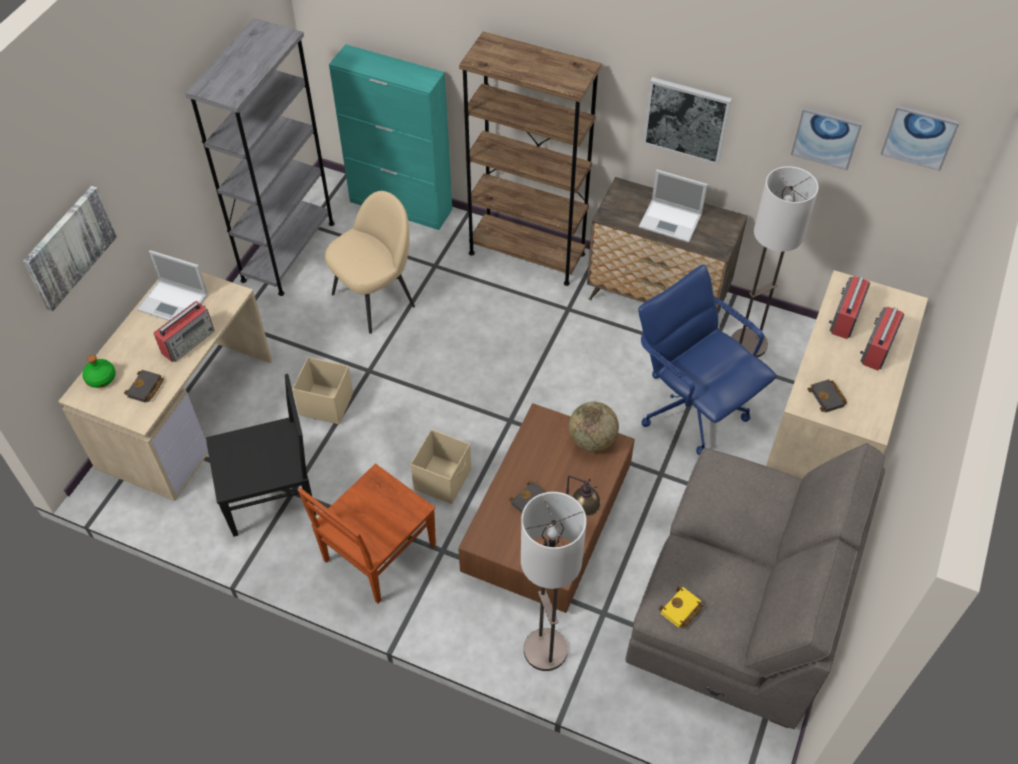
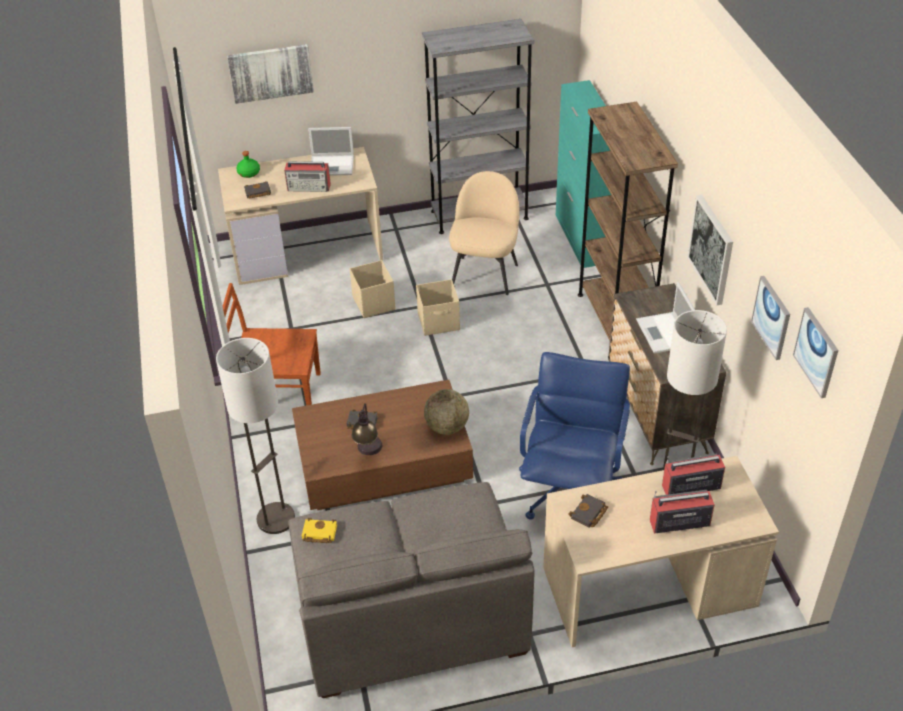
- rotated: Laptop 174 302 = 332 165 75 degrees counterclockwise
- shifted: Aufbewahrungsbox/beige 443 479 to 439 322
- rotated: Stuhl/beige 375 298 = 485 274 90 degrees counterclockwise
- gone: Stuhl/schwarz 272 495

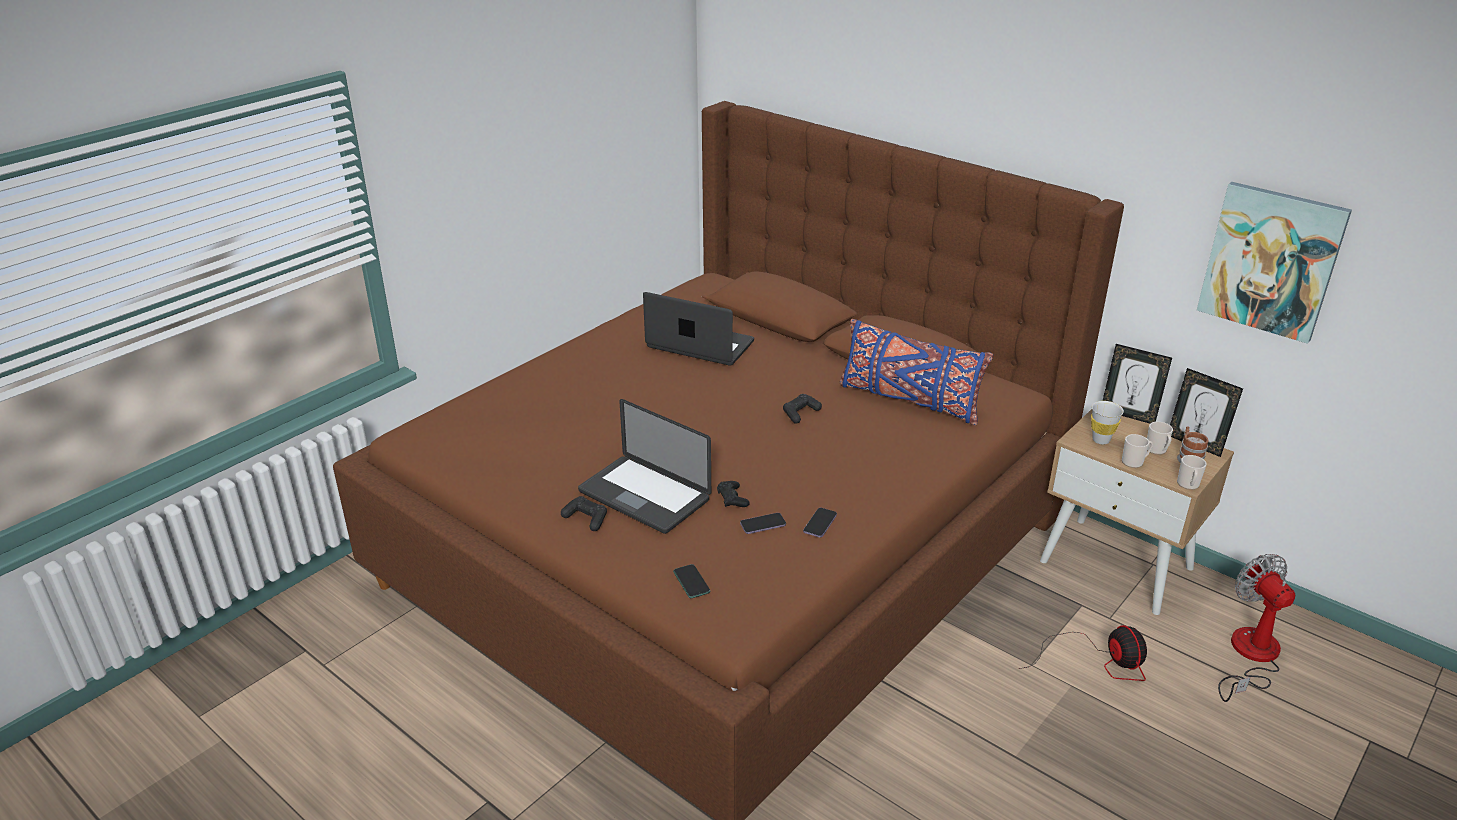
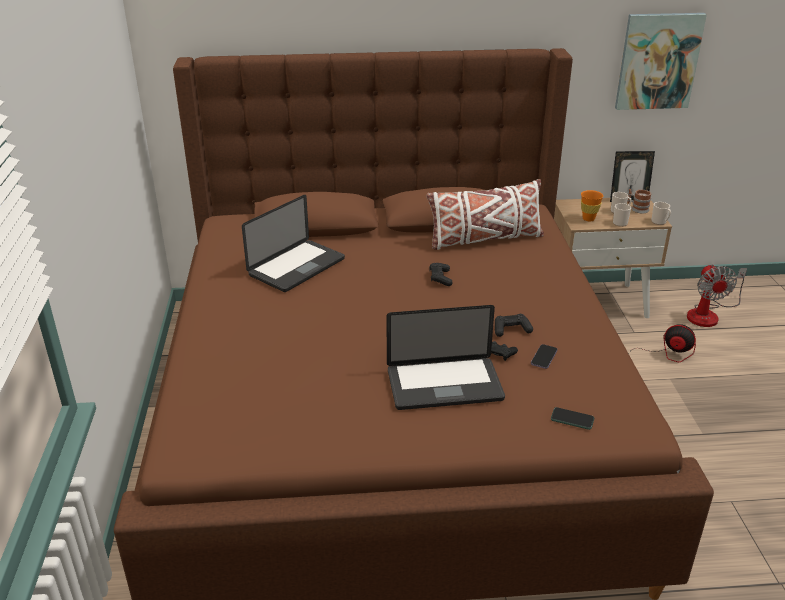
- rotated: Laptop 700 345 = 297 267 150 degrees clockwise
- repainted: Kissen/blau 909 400 to Kissen/weiß 484 239
- shifted: Gamepad/schwarz 586 519 to 511 330
- repainted: Tasse/weiß 1101 440 to Tasse/orange 588 219
- rotated: Ventilator 1250 656 = 708 314 120 degrees counterclockwise
- gone: Handy 820 524
- gone: Bilderrahmen 1128 415

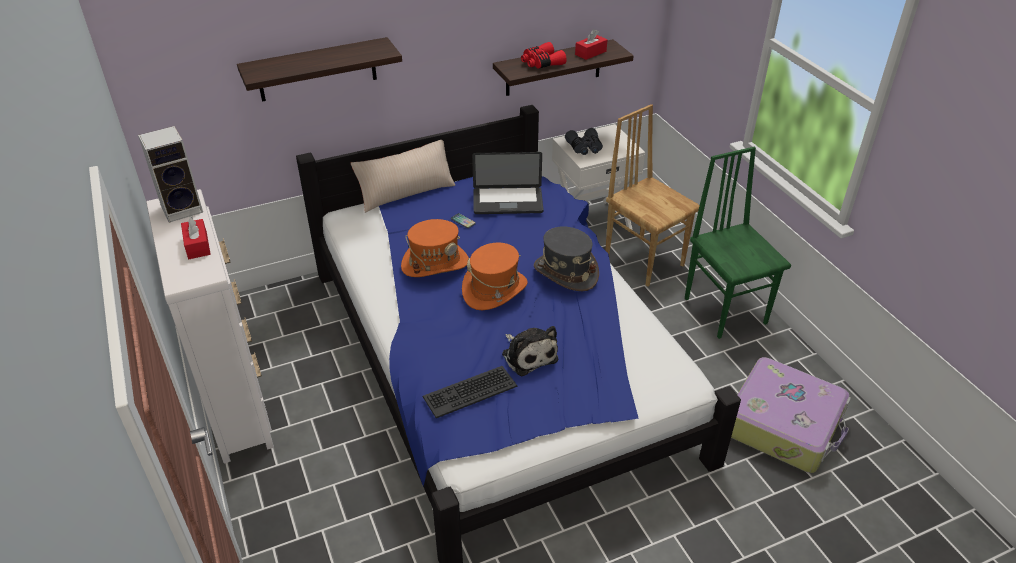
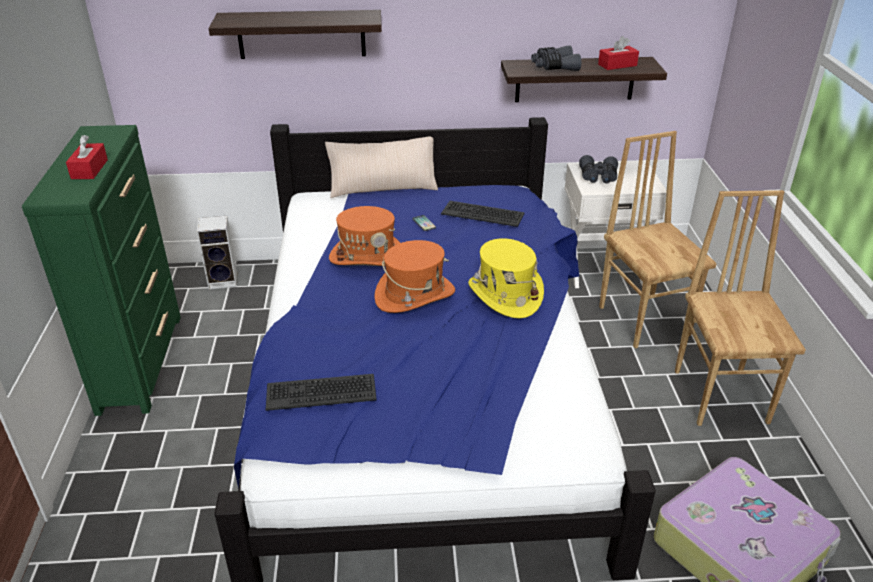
- repainted: Kommode/weiß 236 403 to Kommode/grün 141 361
- shifted: Lautsprecher 183 208 to 224 280
- swapped: Laptop 507 202 to Tastatur 483 214
- repainted: Hut/grau 565 272 to Hut/gelb 505 295
- repainted: Fernglas/rot 541 63 to Fernglas/grau 554 67
- repainted: Stuhl/grün 726 310 to Stuhl/braun 722 395
- gone: Plüschtier 528 355

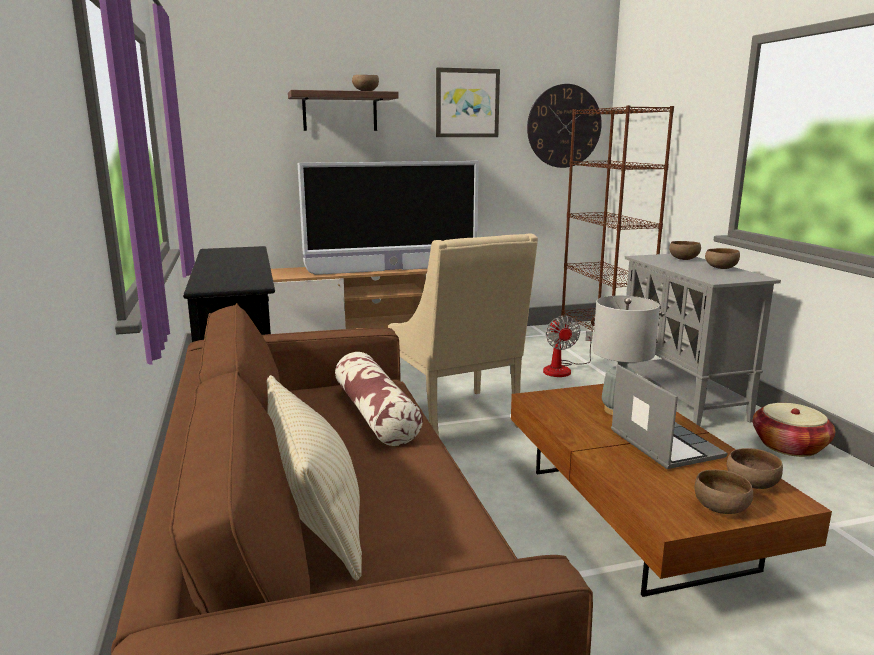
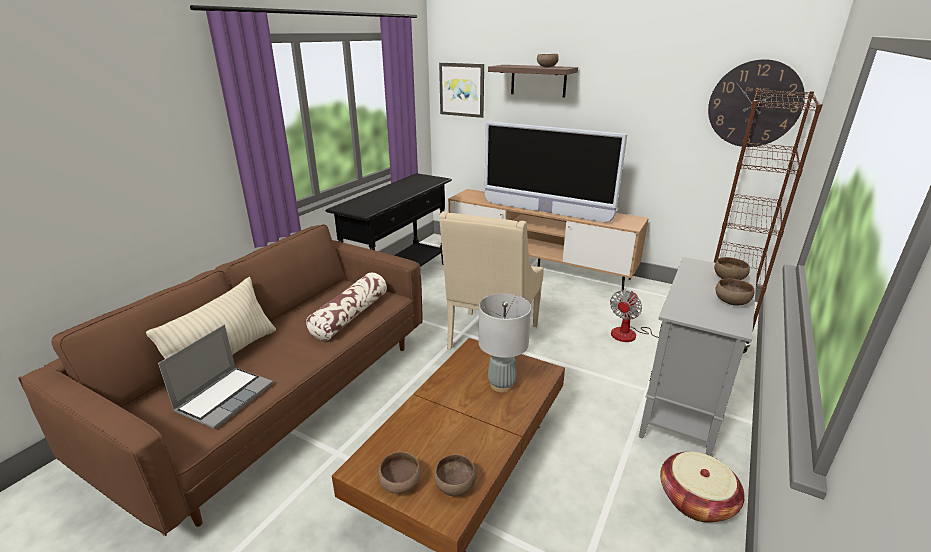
- shifted: Laptop 663 444 to 225 397
- shifted: Bild 467 103 to 462 90

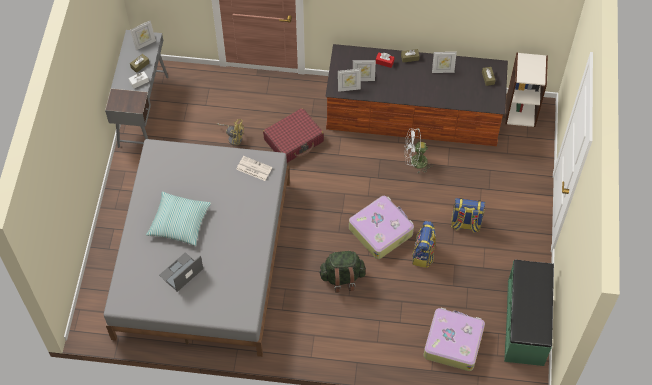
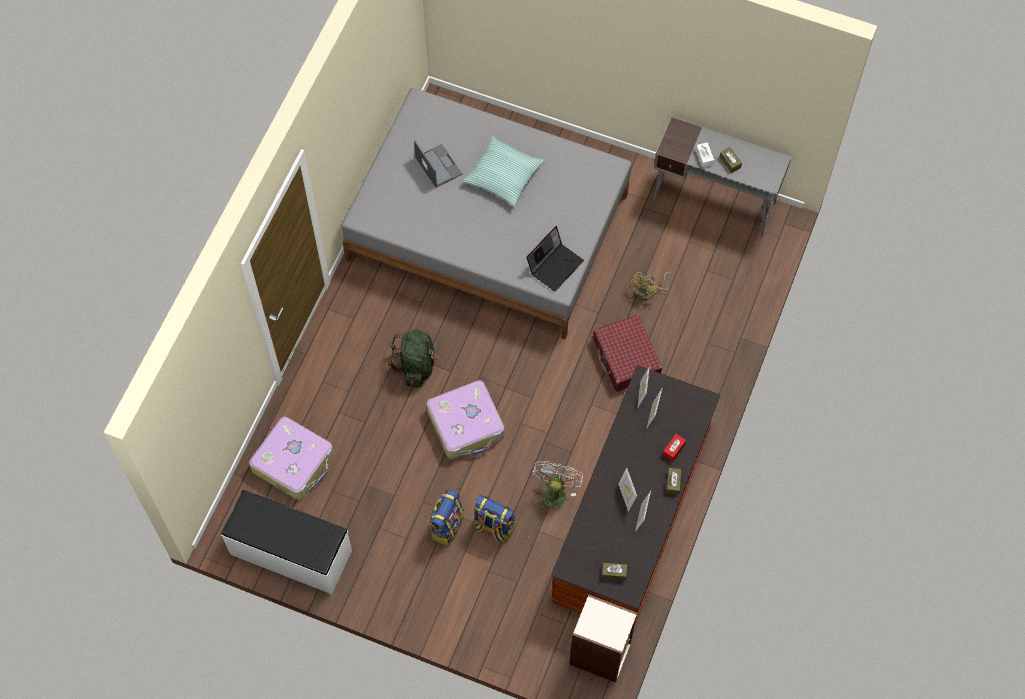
- repainted: Bank/grün 526 322 to Bank/weiß 290 553
- shifted: Rucksack 423 254 to 494 526
- swapped: Zeitung 253 168 to Laptop 555 265
- shifted: Bilderrahmen 145 44 to 626 496

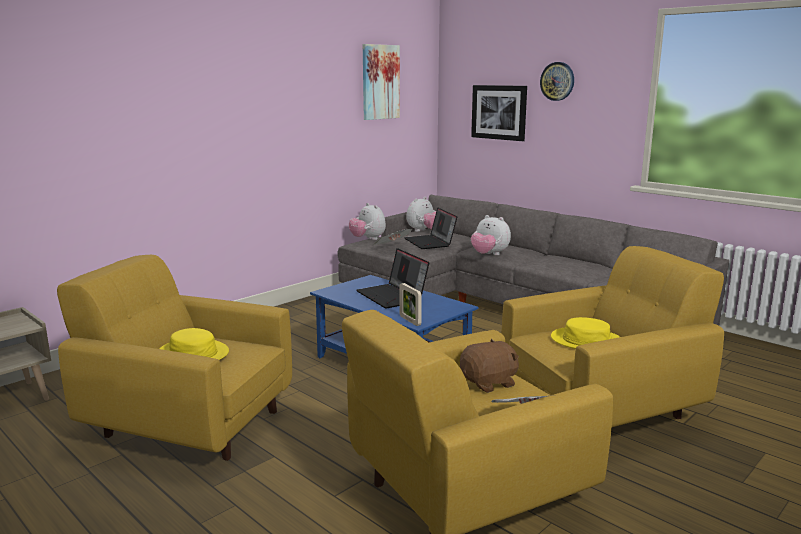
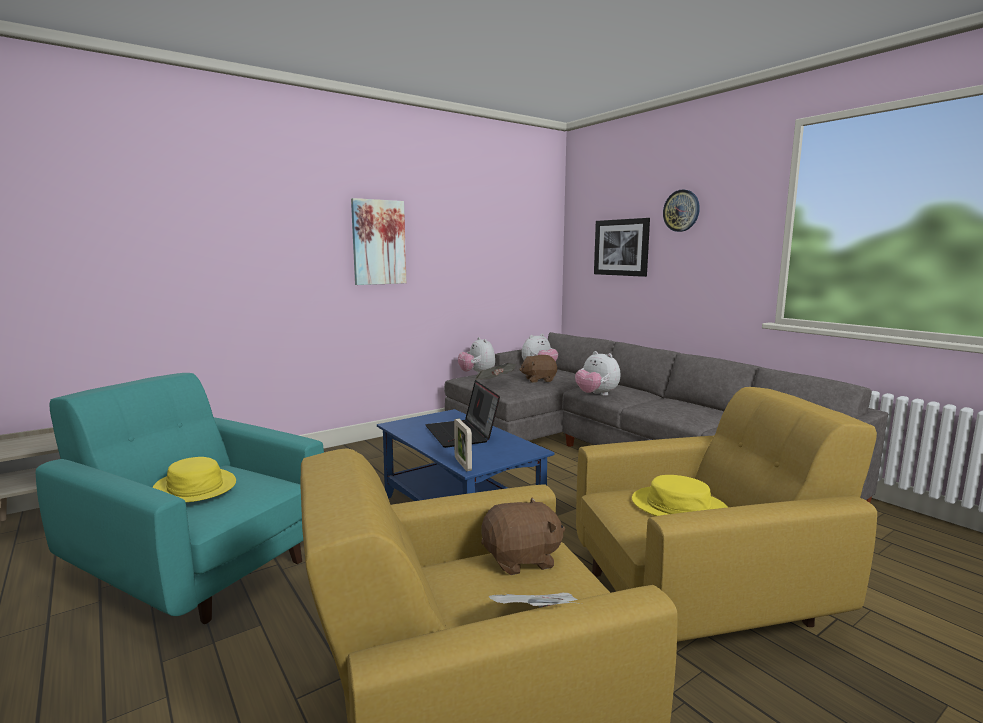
- repainted: Sessel/gelb 188 422 to Sessel/türkis 199 565
- shifted: Bild 380 82 to 378 242
- swapped: Laptop 430 242 to Plüschtier/braun 538 380

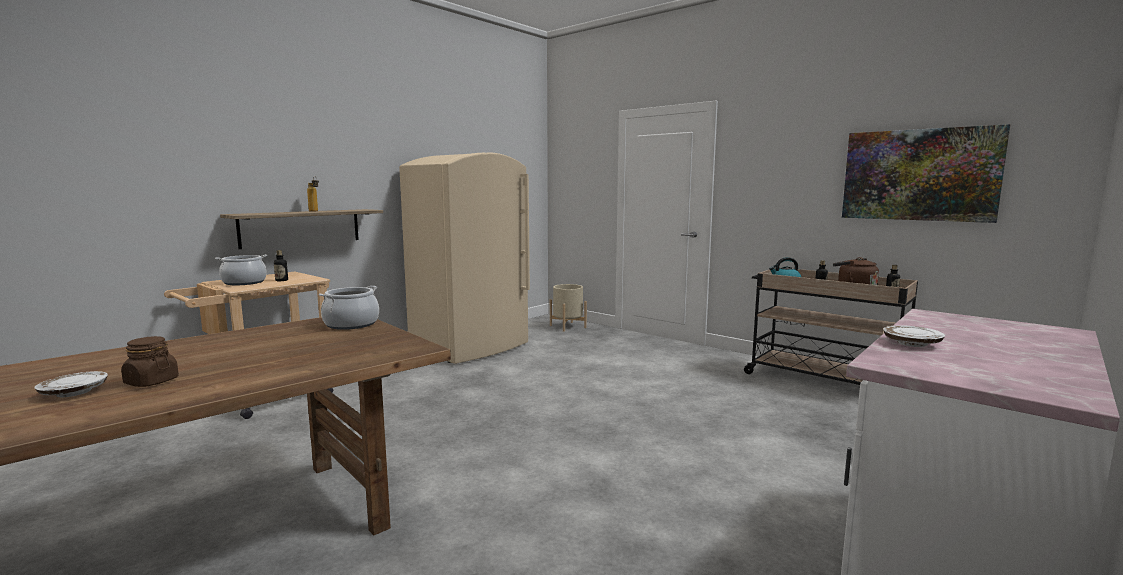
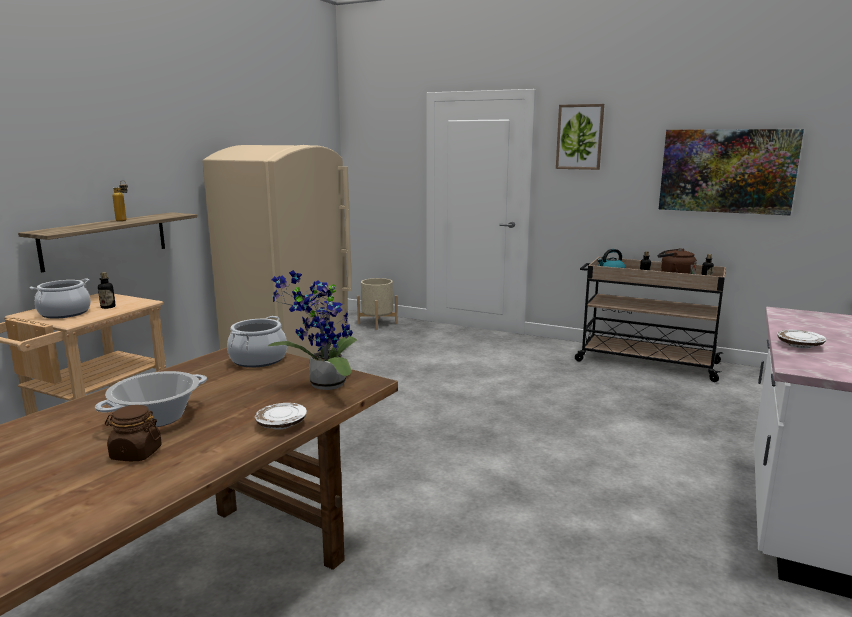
- new: Kochtopf 157 418
- shifted: Teller/weiß 73 393 to 281 424
- new: Topfpflanze 323 385
- new: Bild 579 137

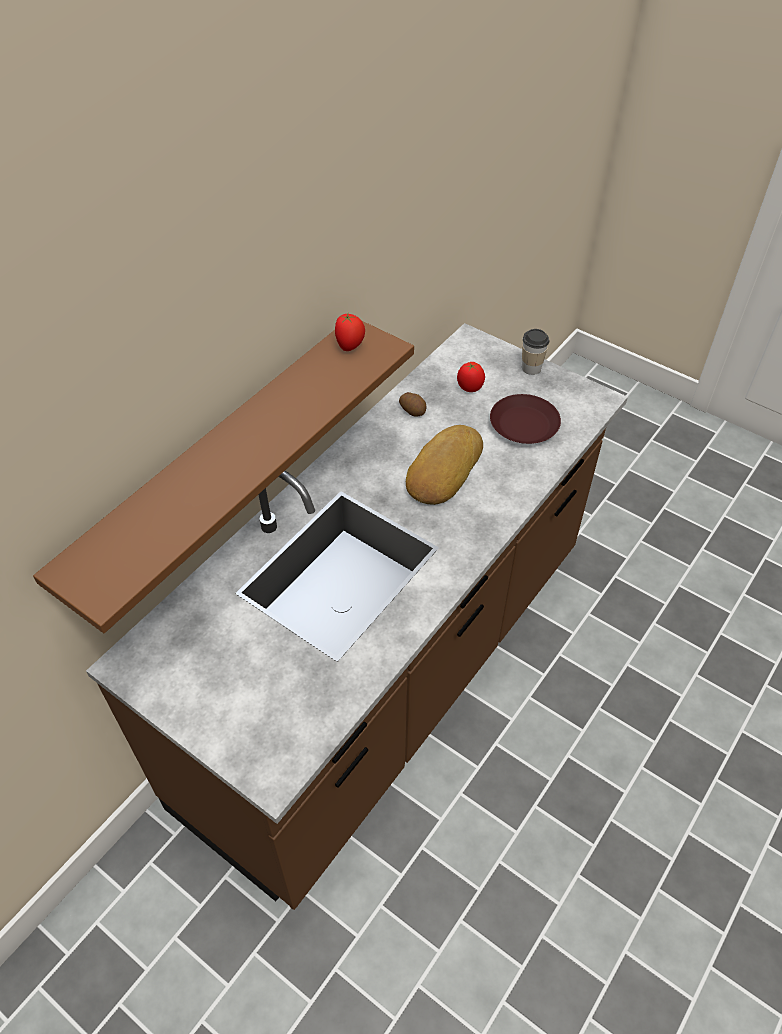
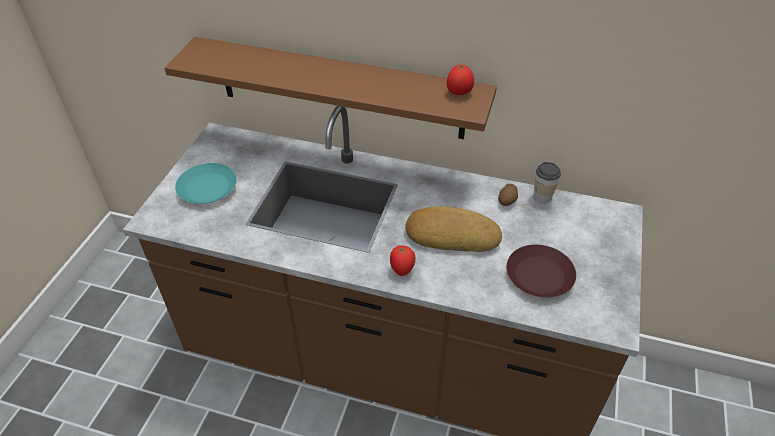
- new: Teller/türkis 207 188
- shifted: Tomate 469 388 to 402 269
- shifted: Tasse 531 368 to 542 197

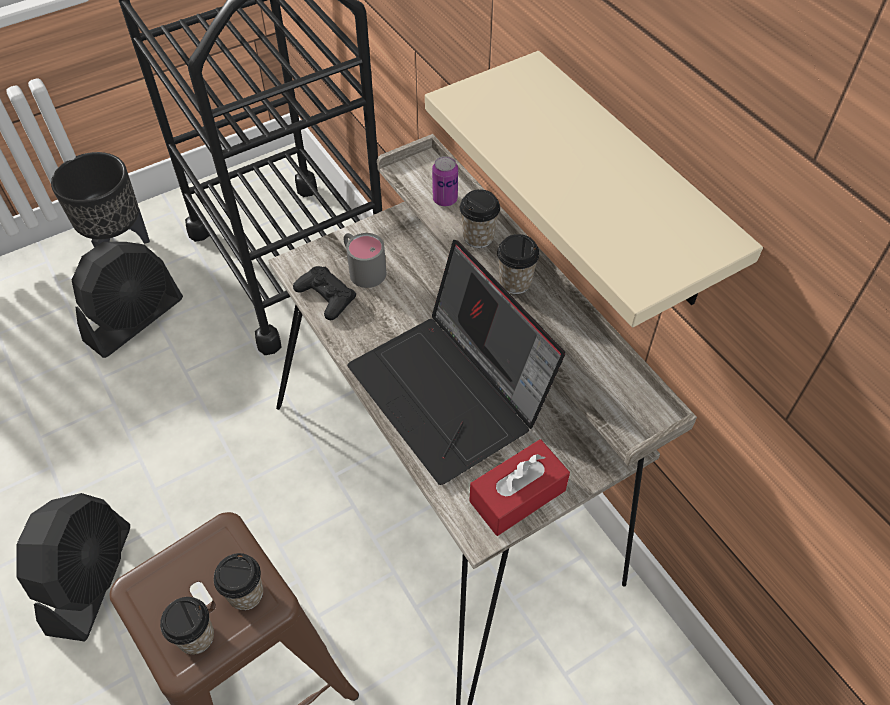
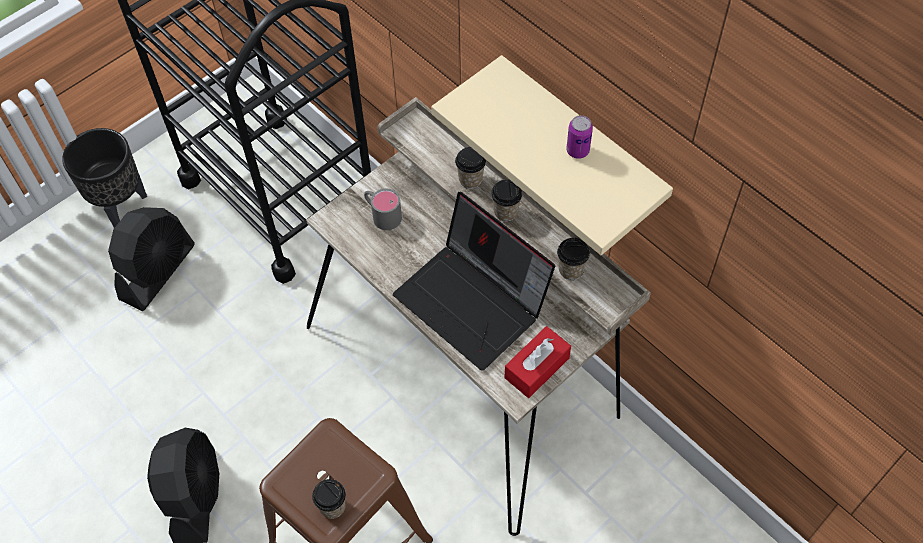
- shifted: Tasse 246 594 to 571 270
- shifted: Dose 445 199 to 577 150
- gone: Gamepad/schwarz 326 296

